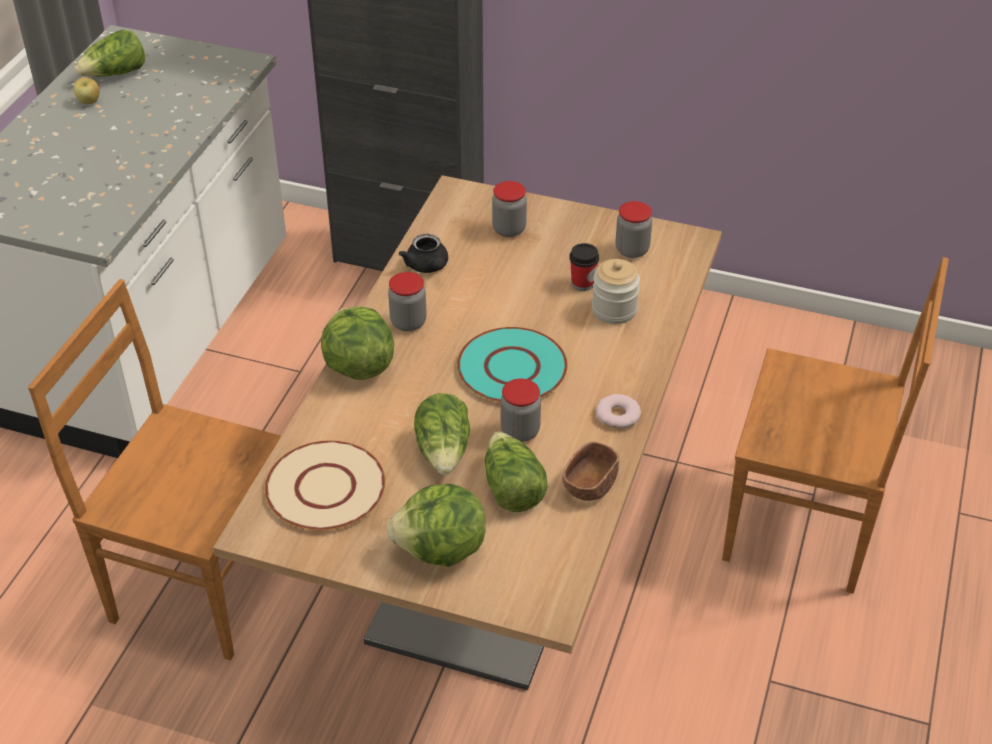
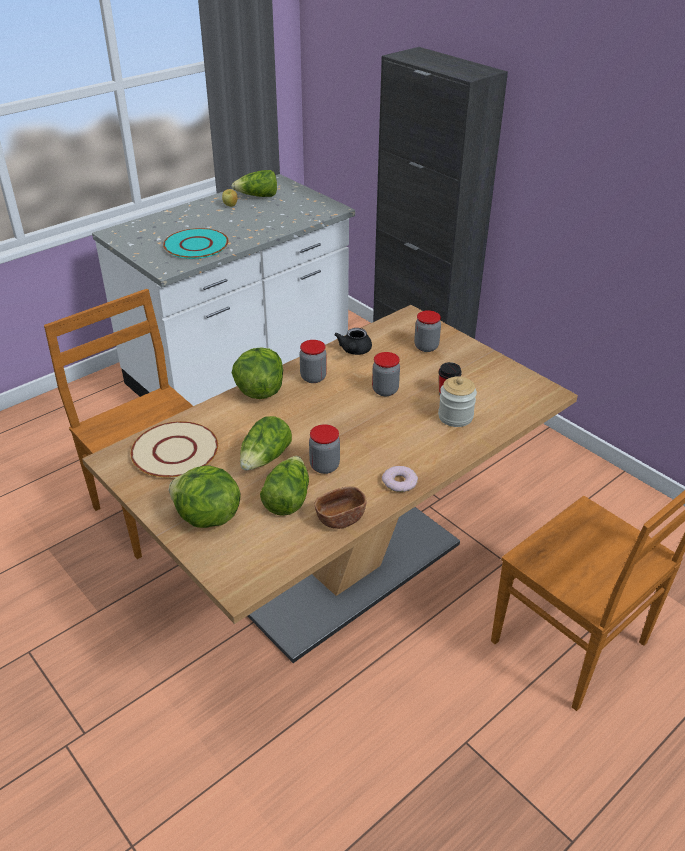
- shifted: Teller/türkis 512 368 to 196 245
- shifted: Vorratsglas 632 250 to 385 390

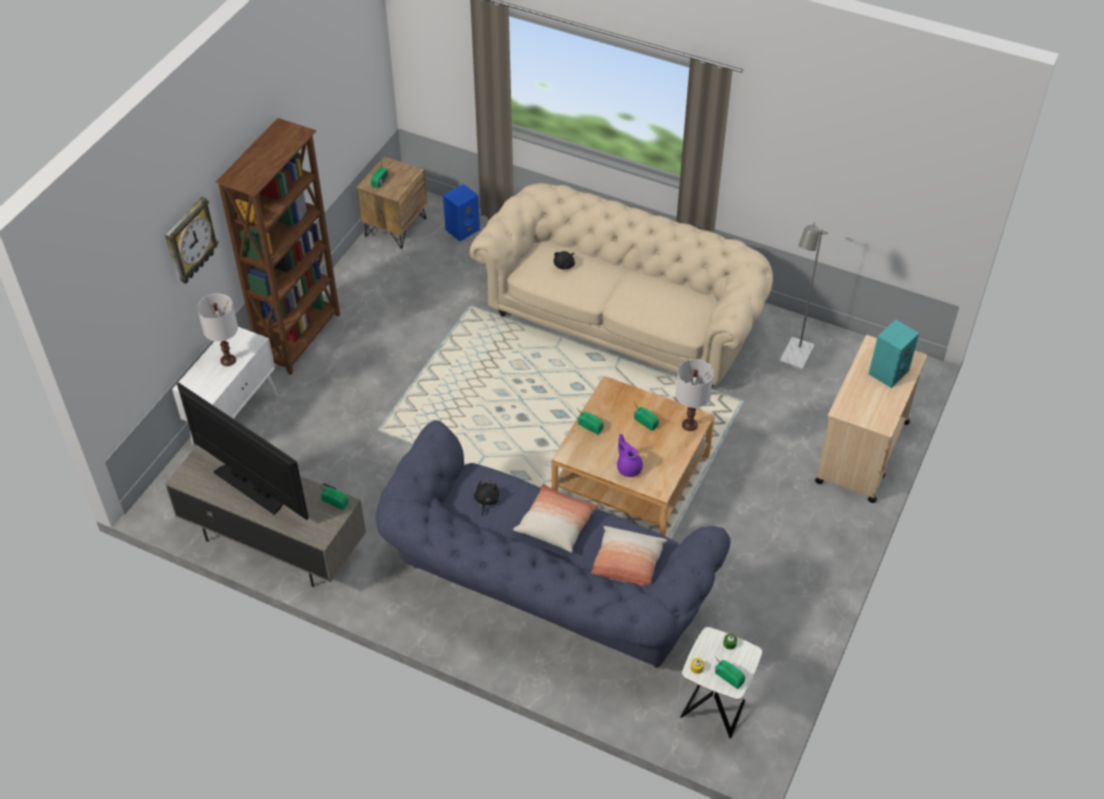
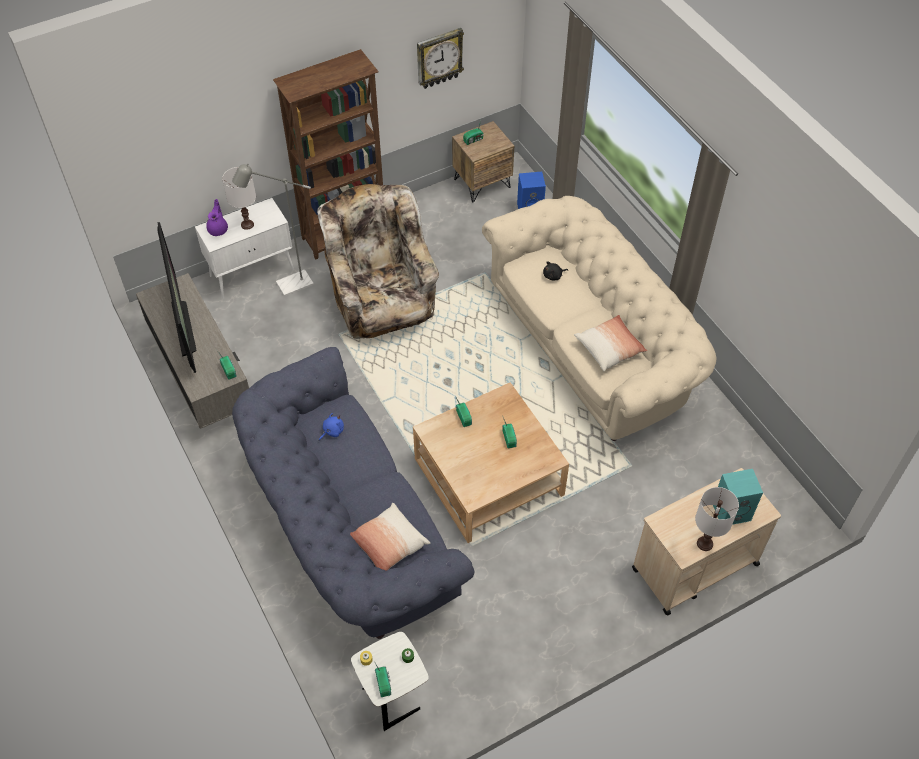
- shifted: Teekanne/lila 628 467 to 218 229
- shifted: Stehlampe/grau 794 359 to 288 286
- new: Sessel/beige 382 300
- repainted: Plüschtier/schwarz 486 501 to Plüschtier/blau 332 431
- shifted: Wanduhr 189 241 to 439 58
- shifted: Kissen 556 525 to 609 348
- shifted: Tischlampe/weiß 690 424 to 705 543

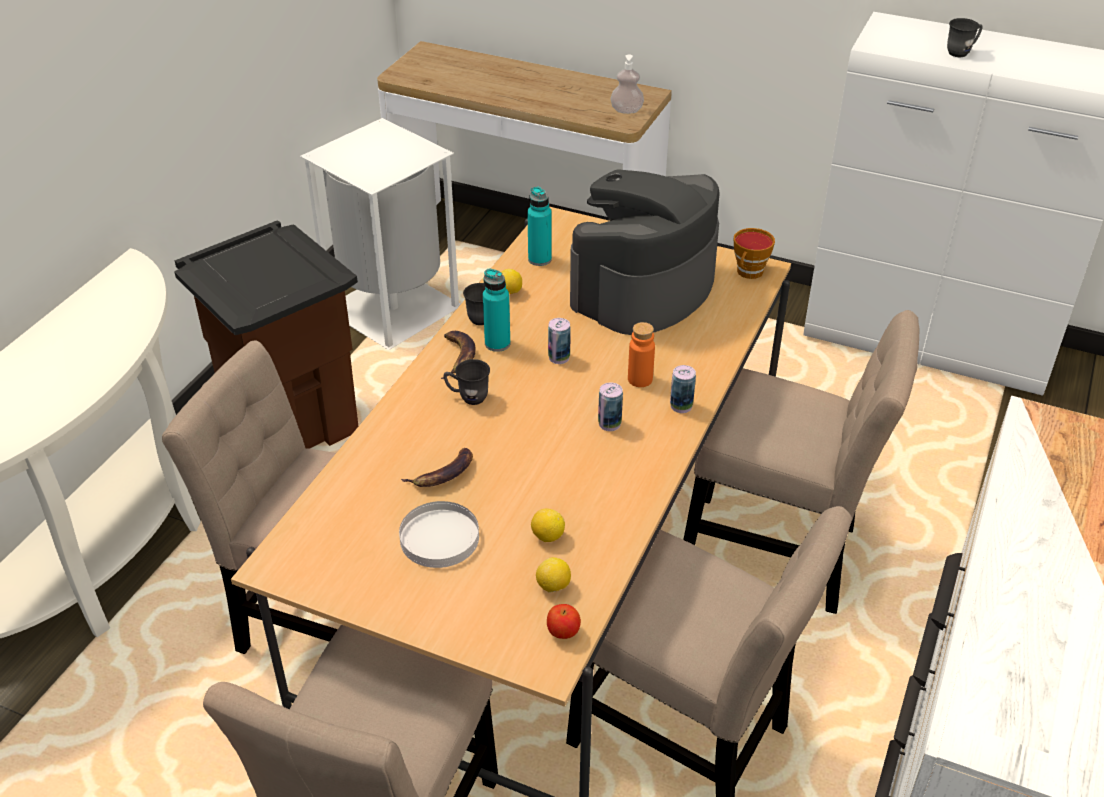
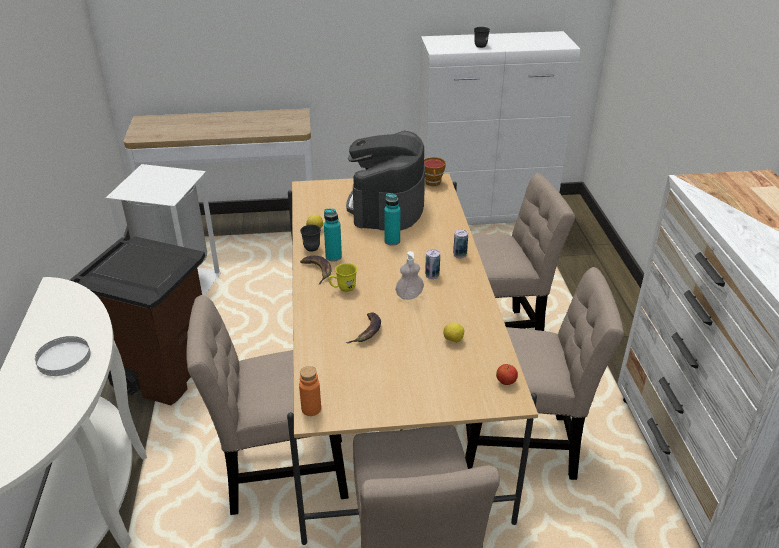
- shifted: Teller/weiß 440 537 to 64 358
- shifted: Flasche/orange 640 379 to 311 409
- repainted: Henkelbecher/grau 467 397 to Henkelbecher/gelb 343 288
- shifted: Flasche/türkis 539 259 to 392 241
- shifted: Seifenspender 626 110 to 409 295
- gone: Zitrone 553 586
- gone: Dose 559 357

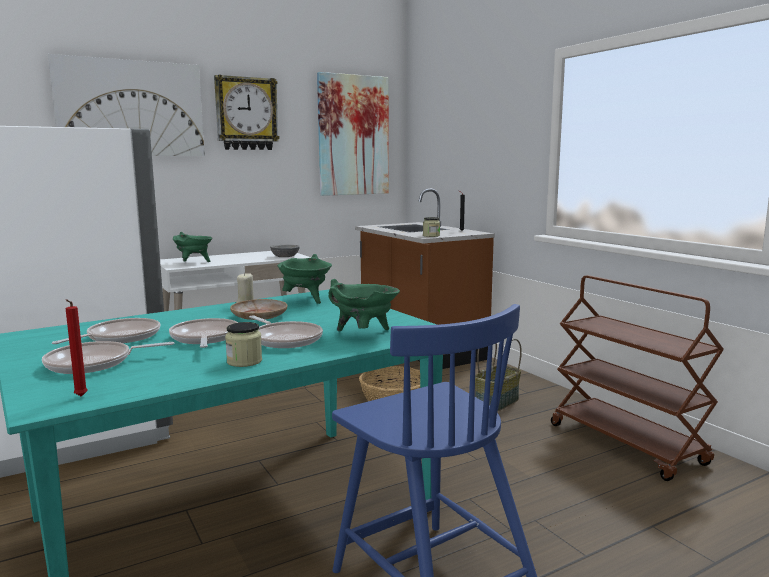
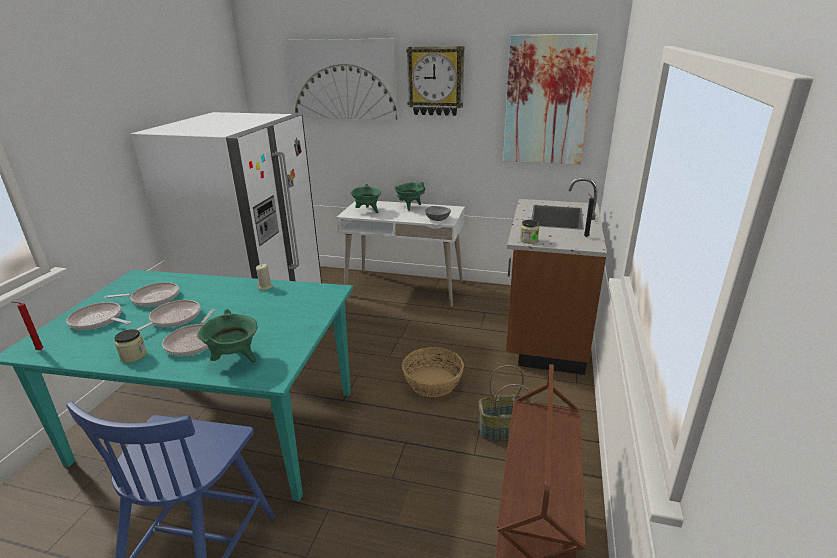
- shifted: Kochtopf/grün 306 300 to 409 207
- gone: Teller/beige 259 316

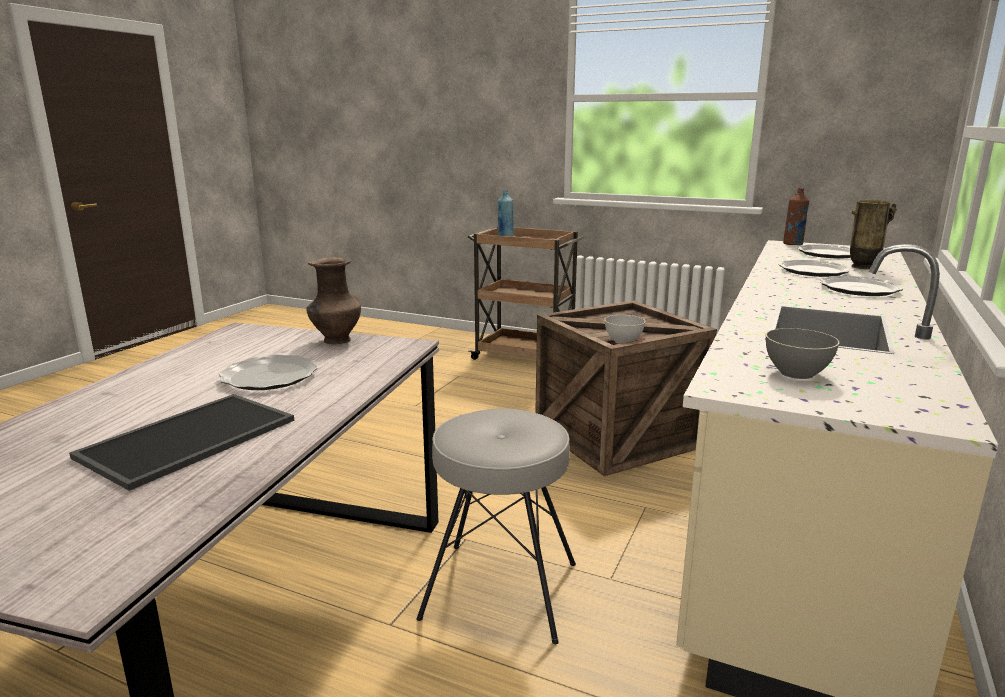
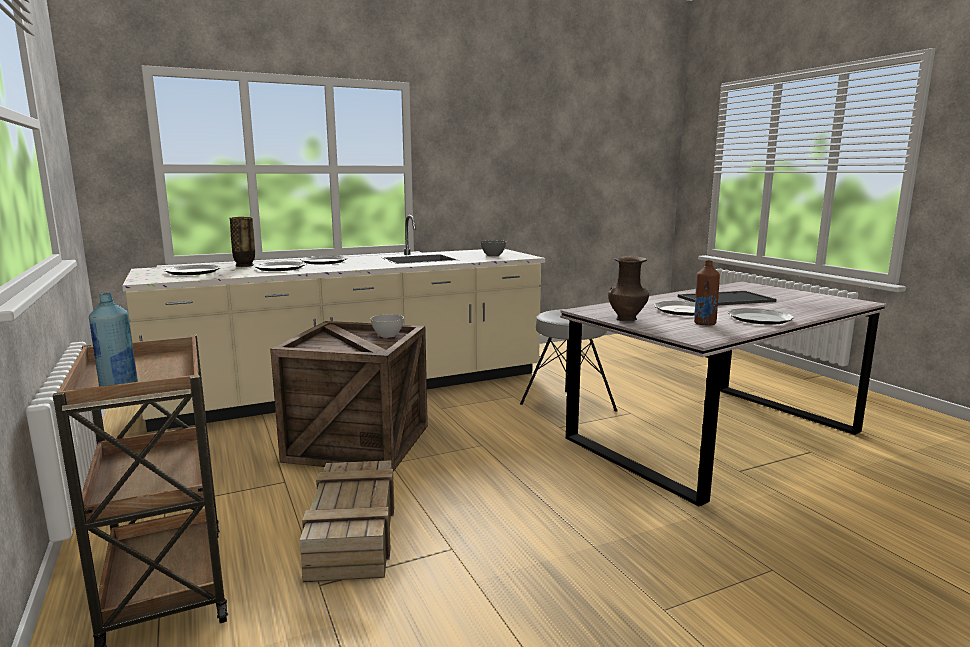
- new: Kiste 352 532
- shifted: Flasche/braun 793 244 to 704 323
- new: Teller 759 319

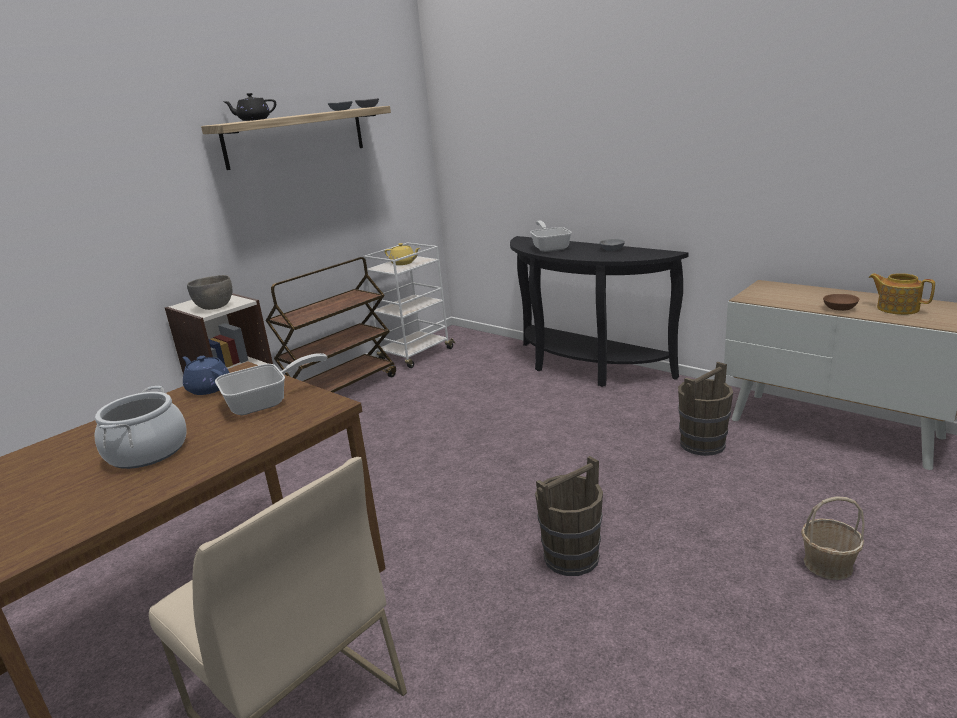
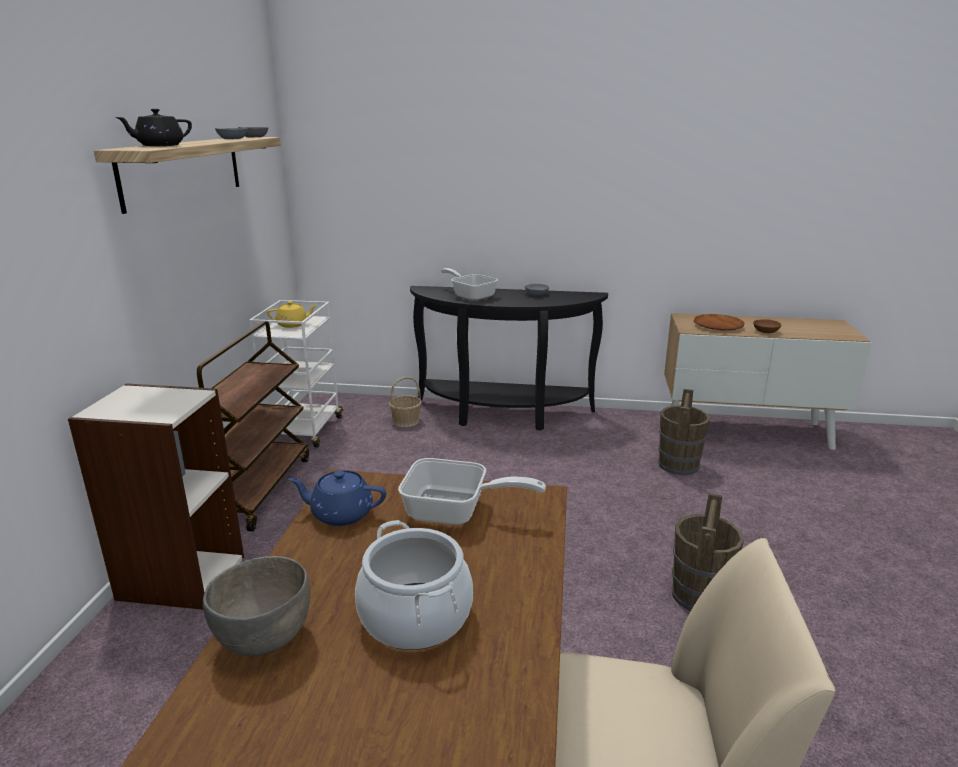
- shifted: Schüssel/grau 215 307 to 265 639
- shifted: Korb 827 564 to 405 421
- rotated: Pfanne 266 402 = 456 512 75 degrees clockwise
- new: Teller/braun 718 326
- gone: Teekanne 897 308

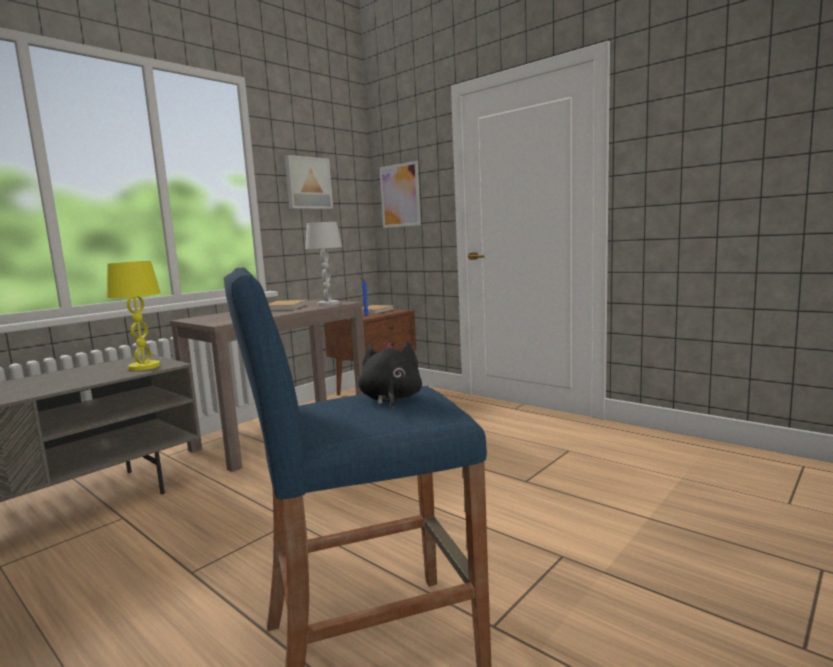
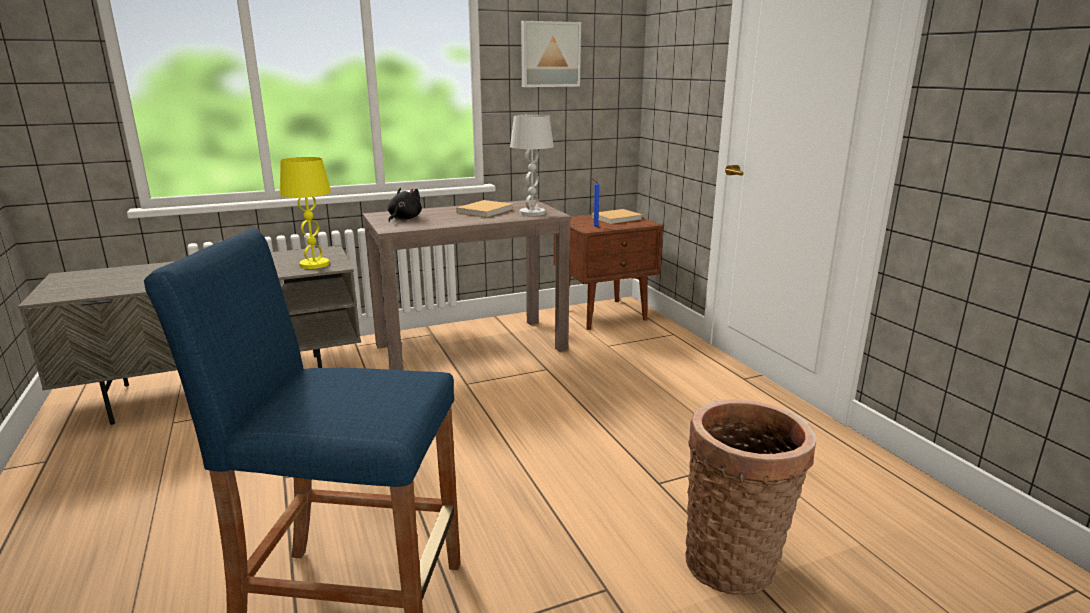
- shifted: Plüschtier/schwarz 391 399 to 404 219
- new: Korb 735 561
- gone: Bild 400 195

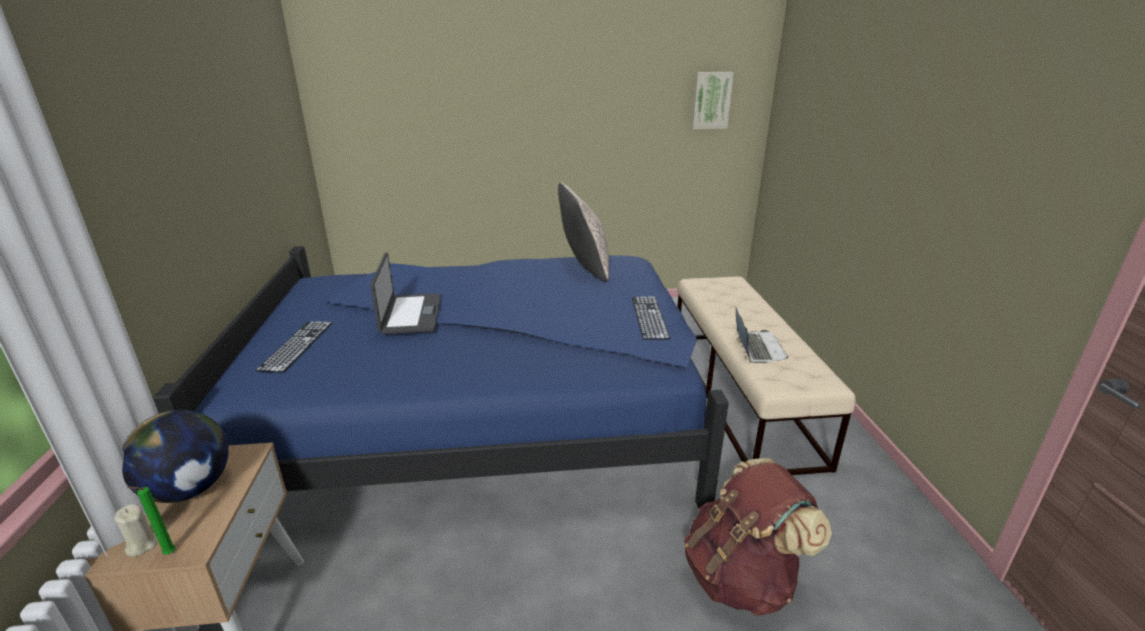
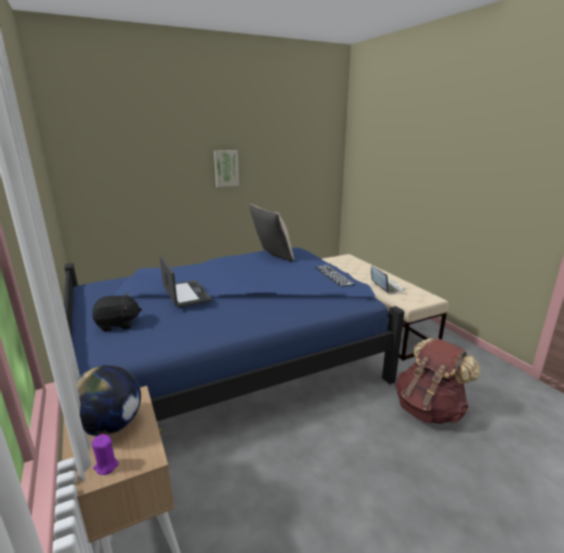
- swapped: Tastatur 296 345 to Plüschtier/schwarz 118 324
- repainted: Kerze/beige 141 545 to Kerze/lila 106 466
- shifted: Bild 711 100 to 226 168
- gone: Kerze/grün 167 554

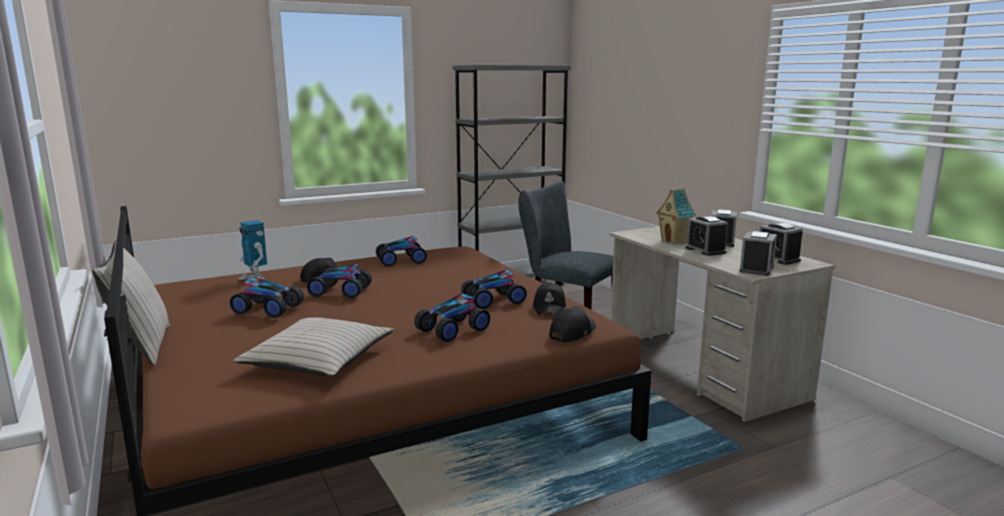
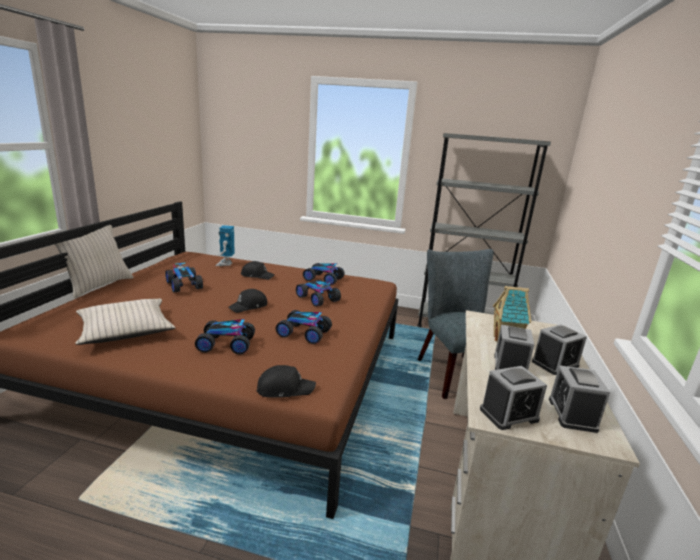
- shifted: Kappe/schwarz 550 307 to 249 306
- shifted: Spielzeugauto 340 291 to 318 298

